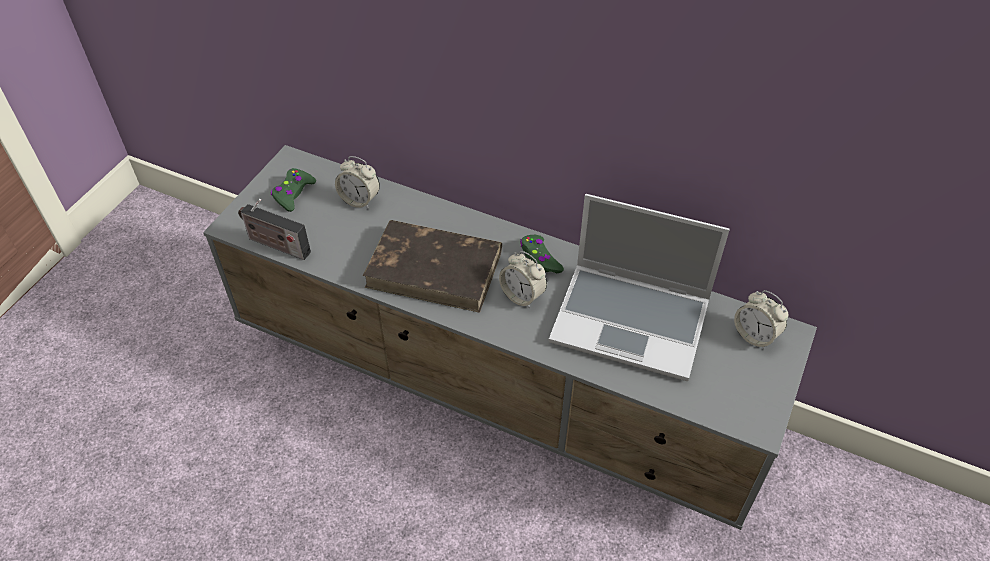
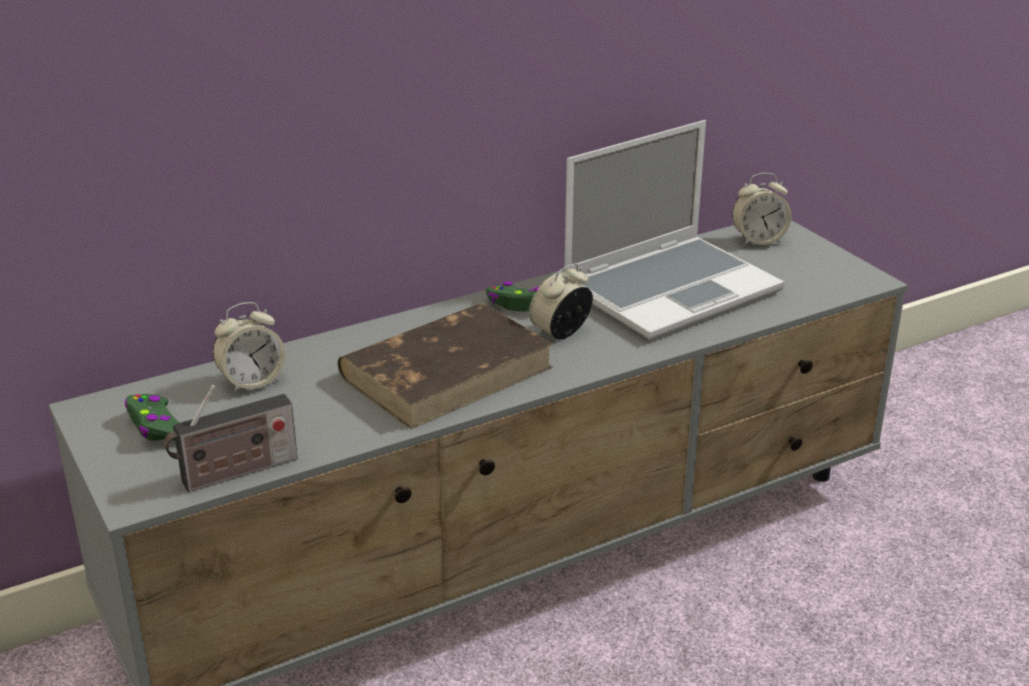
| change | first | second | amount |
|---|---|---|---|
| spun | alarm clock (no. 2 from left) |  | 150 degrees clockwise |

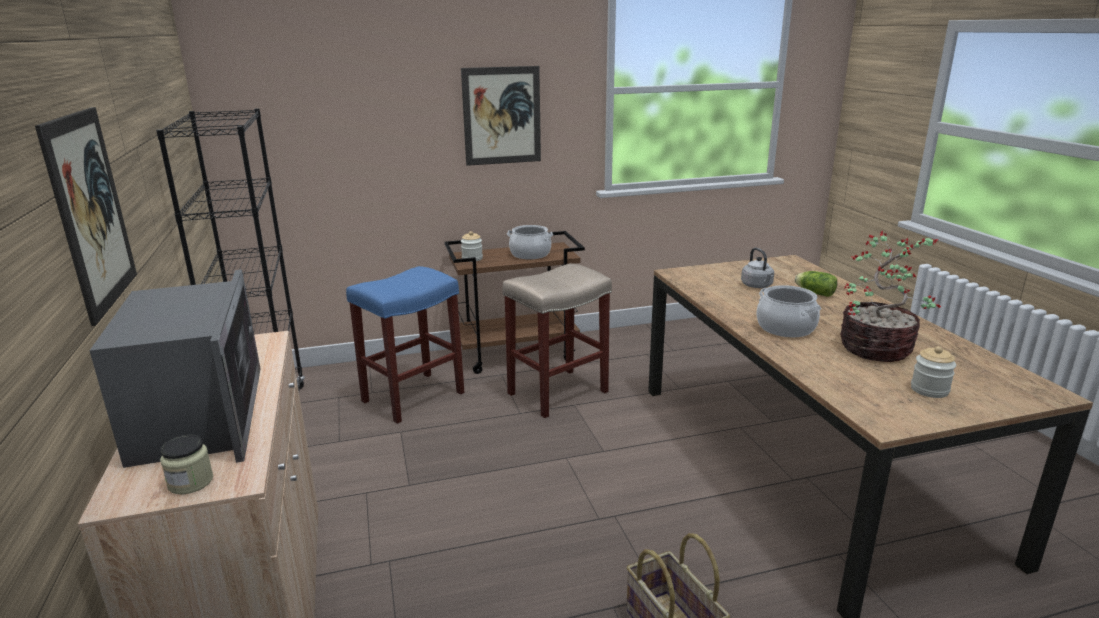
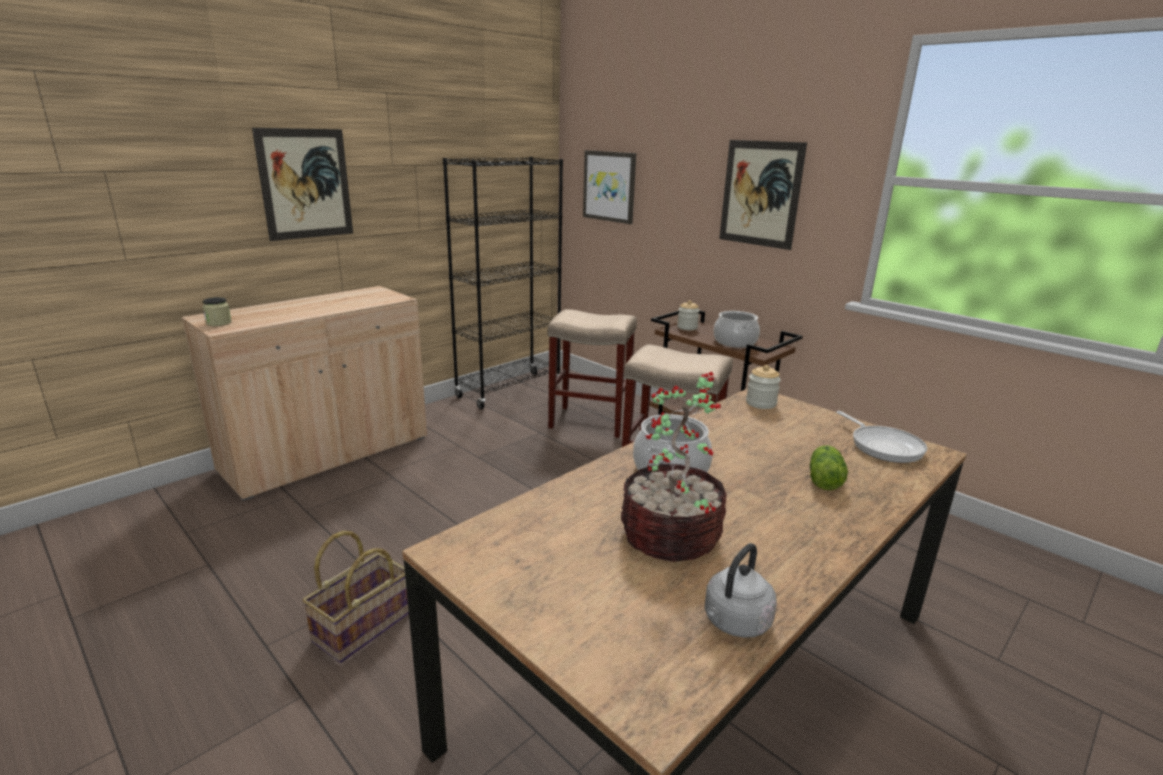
| change | first | second | amount |
|---|---|---|---|
| colour | stool (blue) | stool (beige) (no. 1 from left) |  |
| appeared |  | picture (no. 2 from left) |  |
| relocated | kettle (grey) |  |  |
| relocated | jar (no. 3 from left) |  |  |
| appeared |  | frying pan |  |
| missing | microwave |  |  |

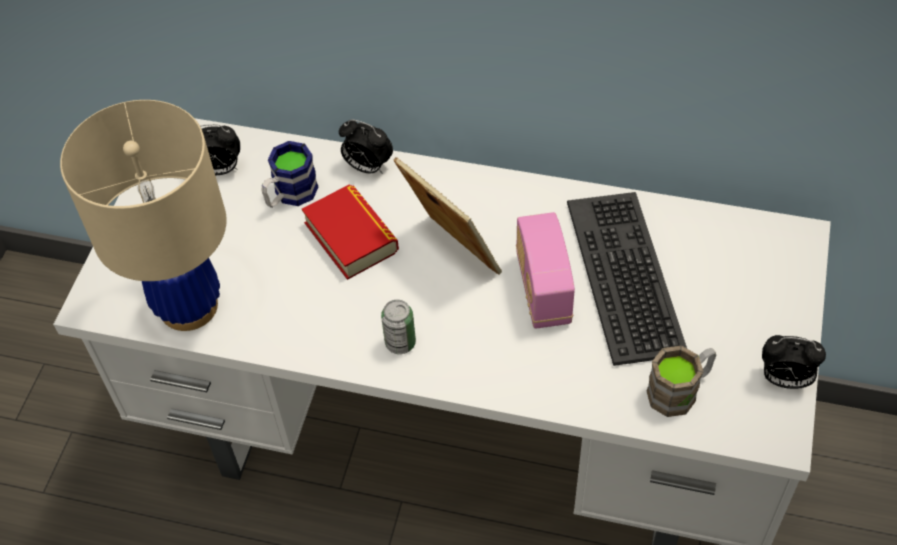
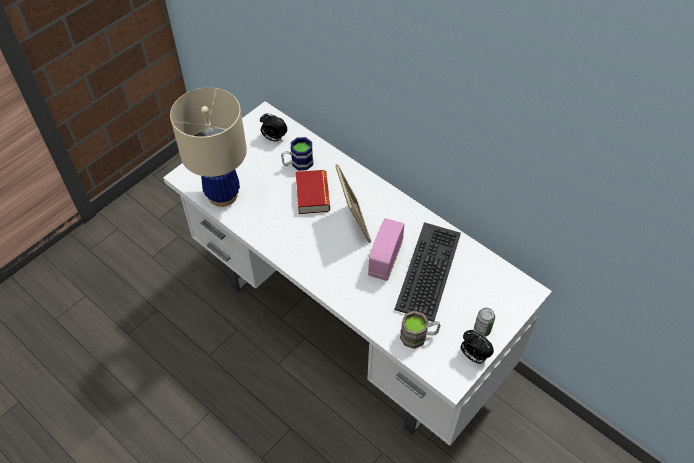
| change | first | second | amount |
|---|---|---|---|
| relocated | can |  |  |
| missing | alarm clock (no. 2 from left) |  |  |

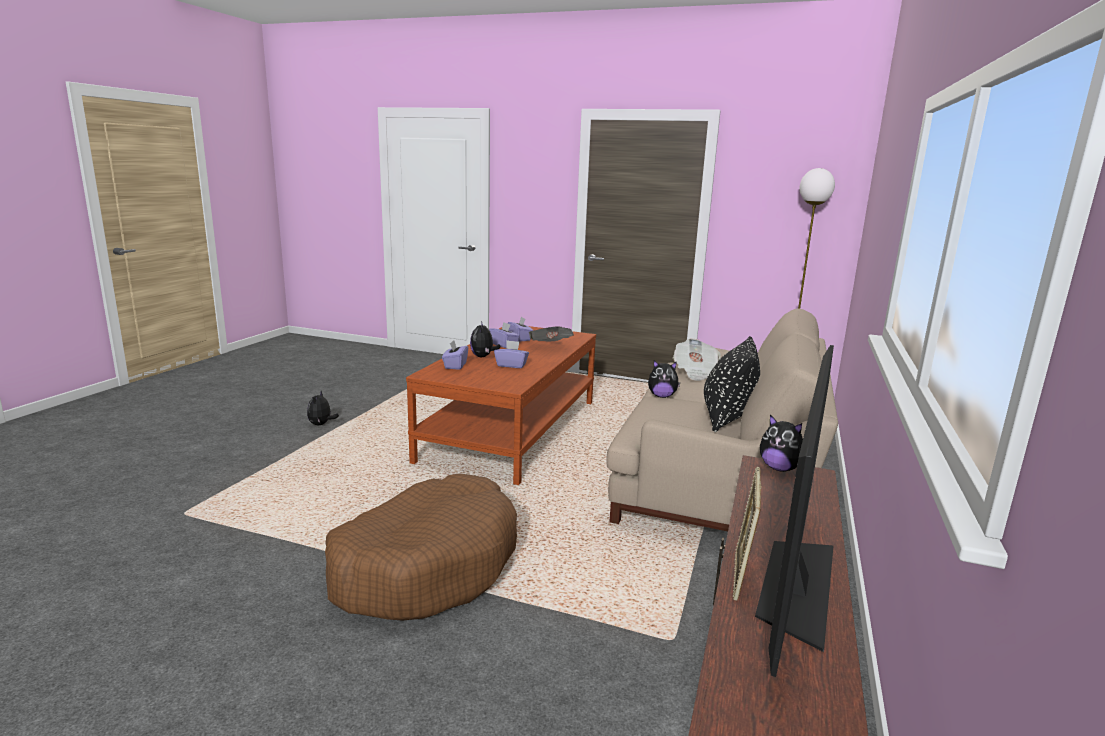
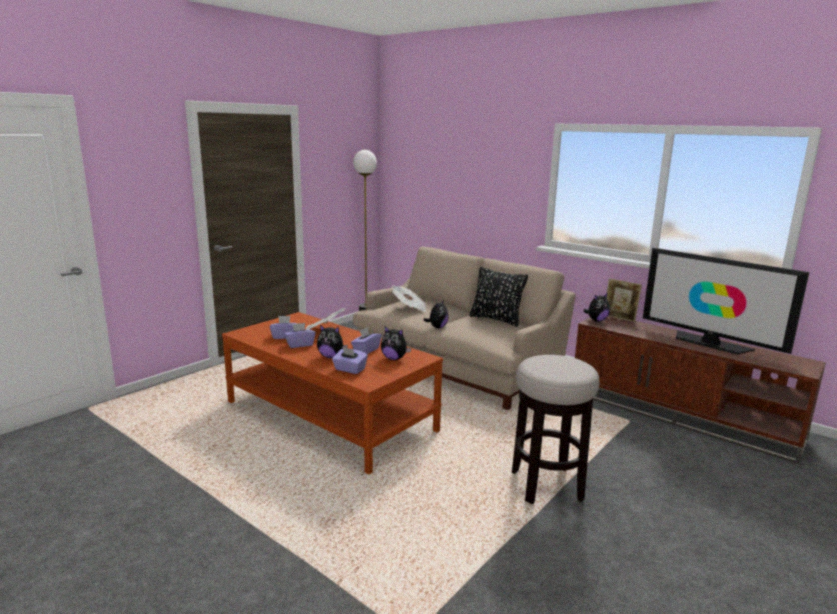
| change | first | second | amount |
|---|---|---|---|
| relocated | plush toy (no. 1 from left in the first image) | plush toy (no. 2 from left) |  |
| exchanged | dog bed (brown) | stool |  |
| relocated | picture frame |  |  |

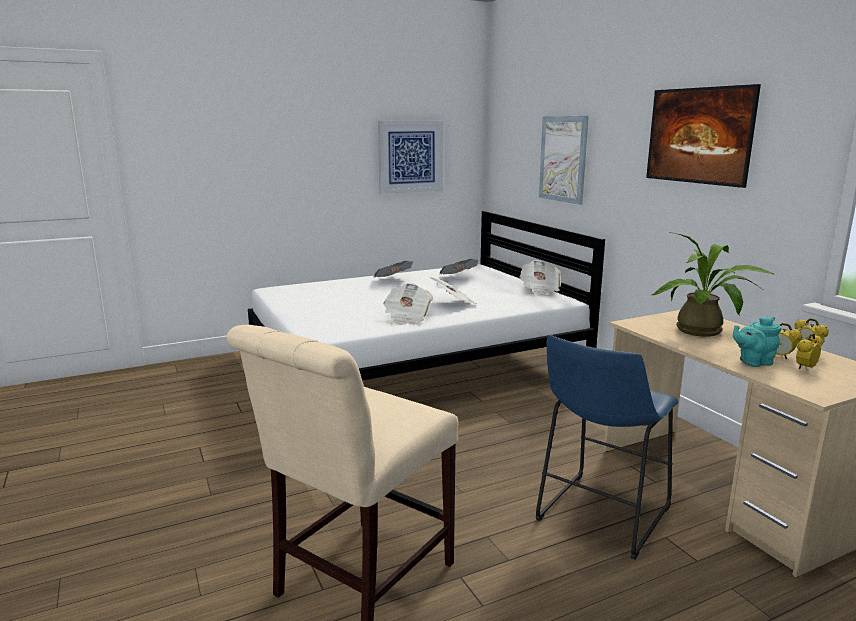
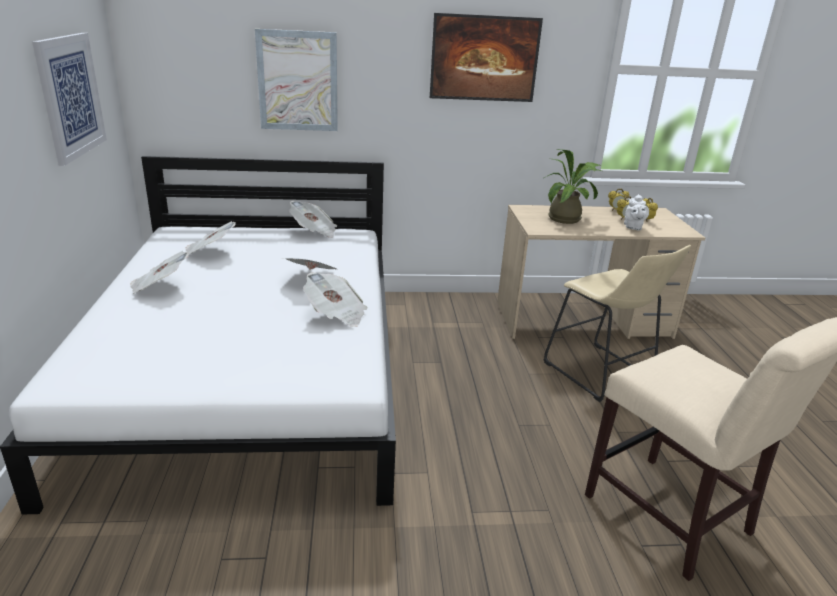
| change | first | second | amount |
|---|---|---|---|
| colour | stool (blue) | stool (beige) |  |
| colour | teapot (turquoise) | teapot (white) |  |

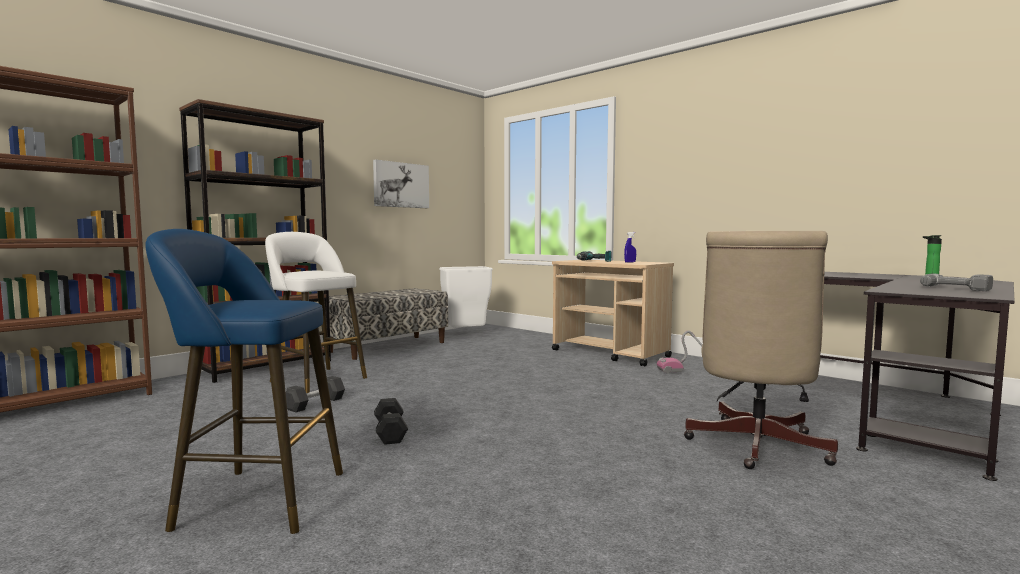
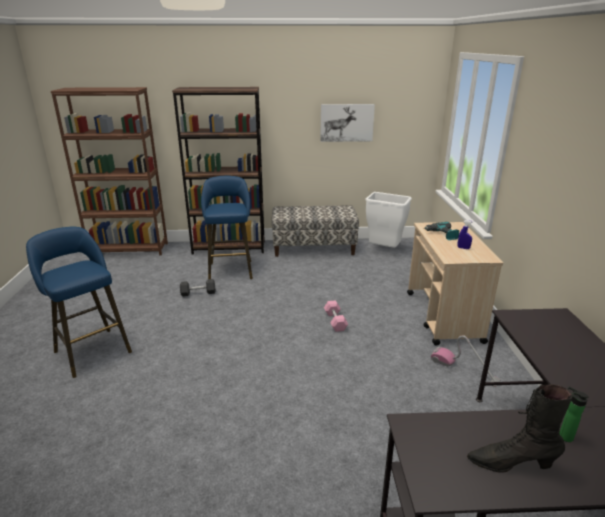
| change | first | second | amount |
|---|---|---|---|
| colour | stool (white) | stool (blue) (no. 2 from left) |  |
| appeared |  | dumbbell (pink) |  |
| exchanged | power drill (no. 2 from left) | boot (black) |  |
| missing | dumbbell (grey) (no. 2 from left) |  |  |
| missing | office chair (beige) |  |  |

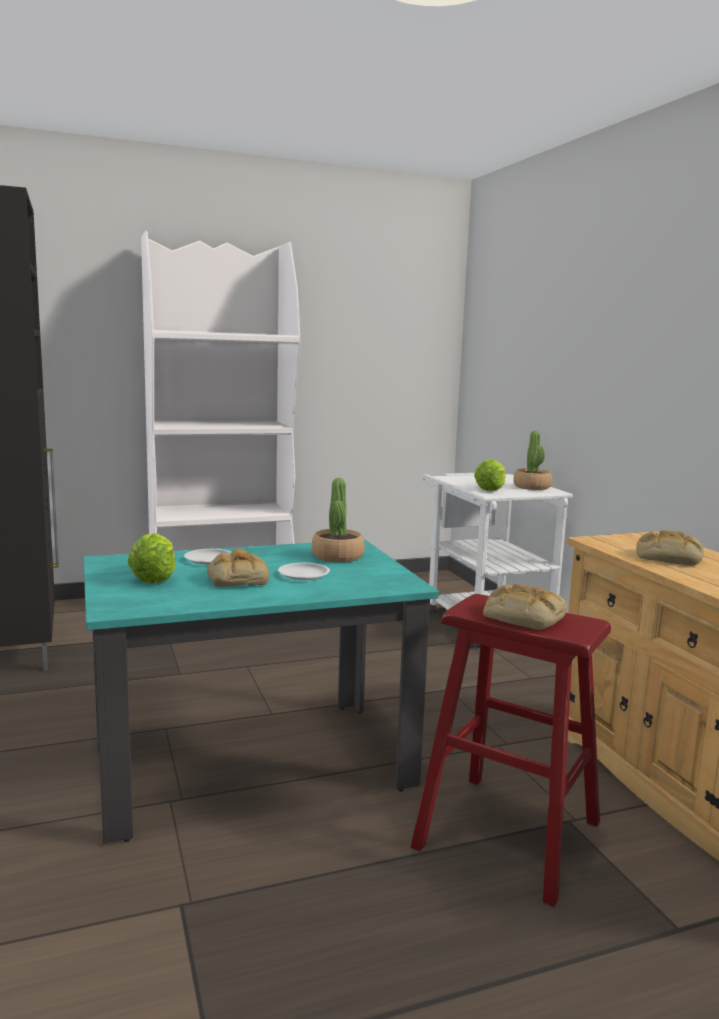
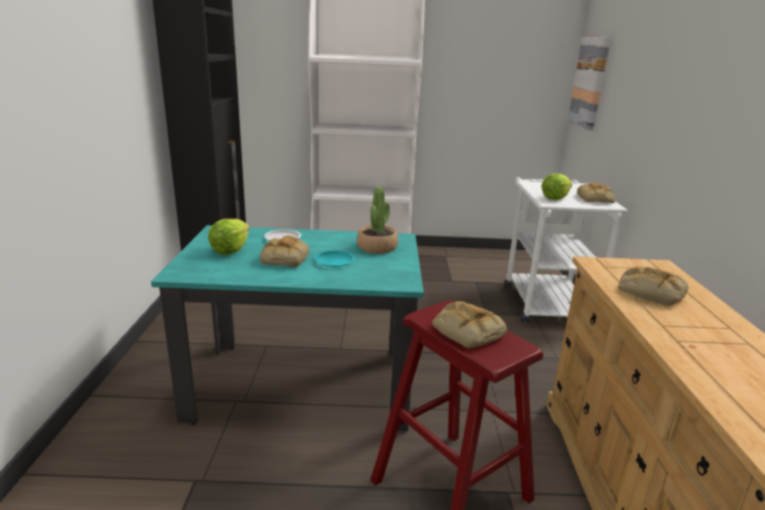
| change | first | second | amount |
|---|---|---|---|
| colour | plate (white) (no. 2 from left) | plate (turquoise) |  |
| appeared |  | picture |  |
| exchanged | potted plant (no. 2 from left) | bread (no. 3 from left) |  |

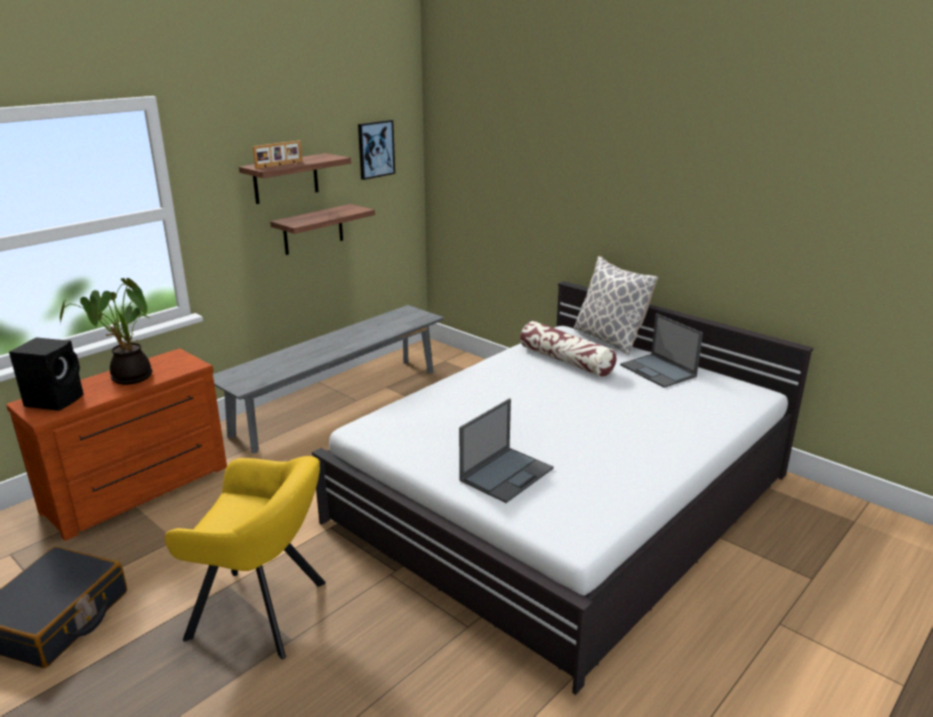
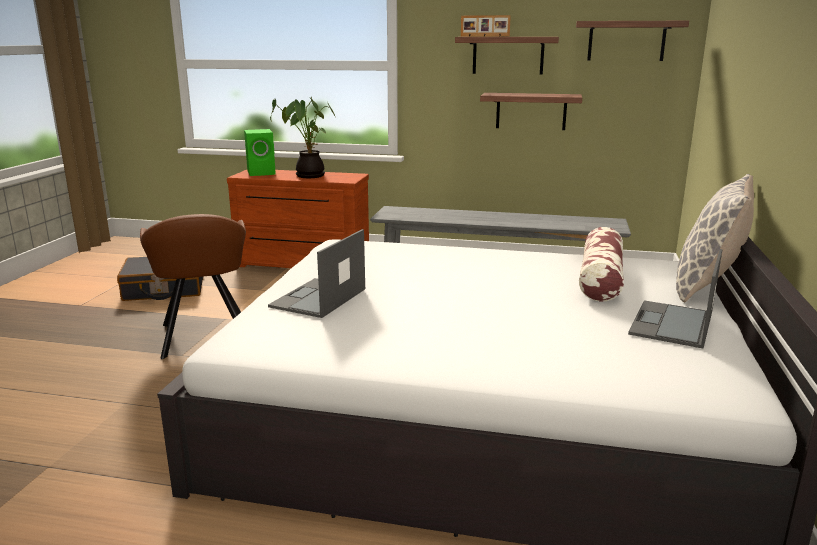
| change | first | second | amount |
|---|---|---|---|
| colour | armchair (yellow) | armchair (brown) |  |
| colour | speaker (black) | speaker (green) |  |
| spun | laptop (no. 1 from left) |  | 105 degrees clockwise |
| exchanged | picture | shelf (no. 3 from left) |  |

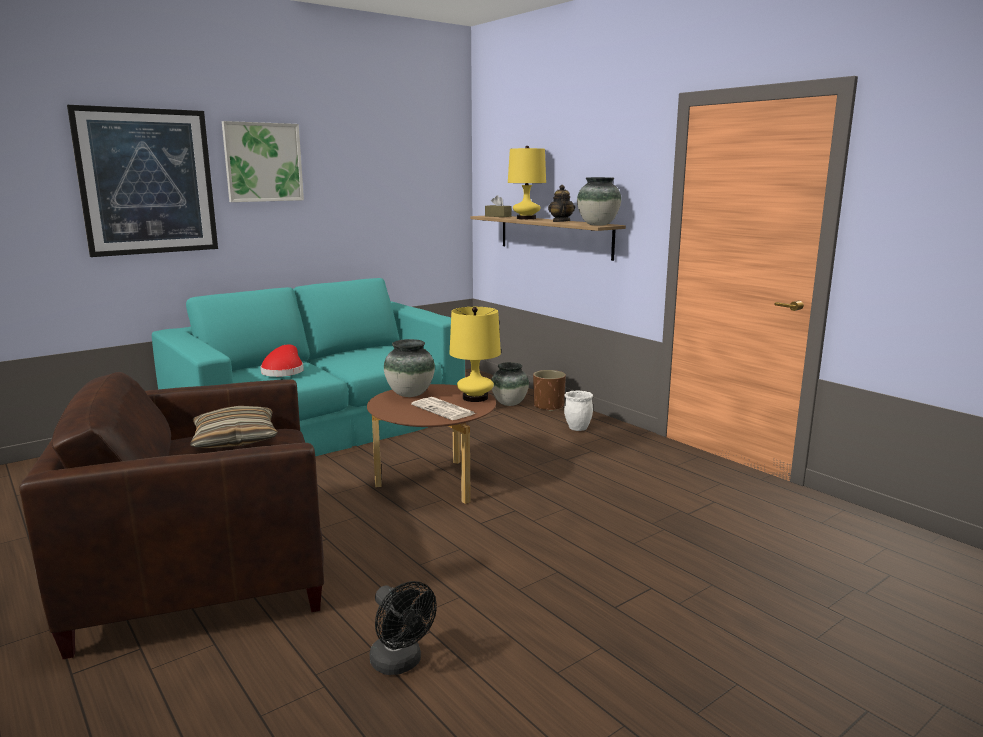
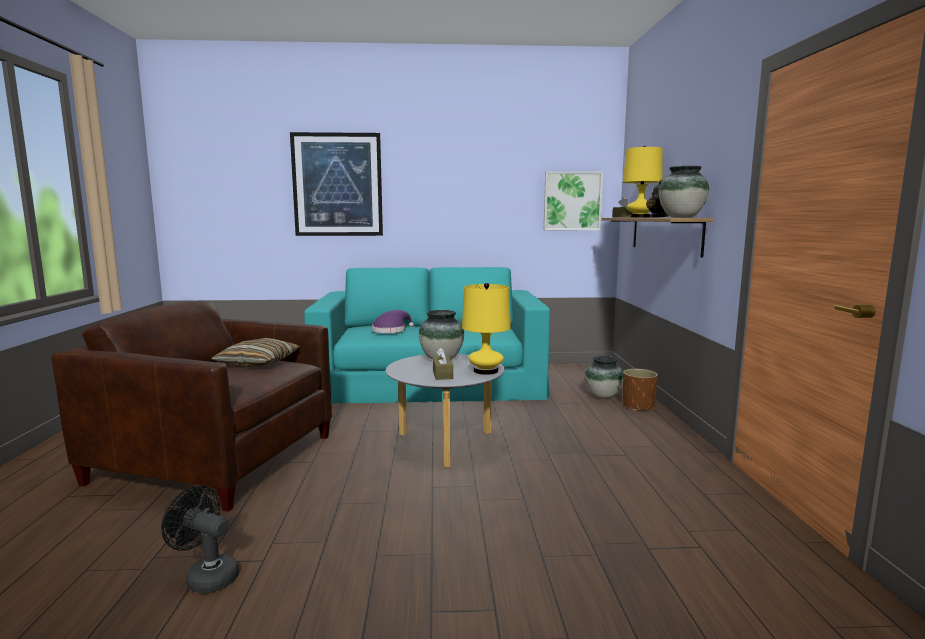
| change | first | second | amount |
|---|---|---|---|
| spun | fan (black) |  | 120 degrees clockwise |
| colour | hat (red) | hat (purple) |  |
| colour | coffee table (brown) | coffee table (grey) |  |
| exchanged | newspaper | tissue box (brown) (no. 1 from left) |  |
| relocated | picture (no. 2 from left) |  |  |
| missing | planter (white) |  |  |

